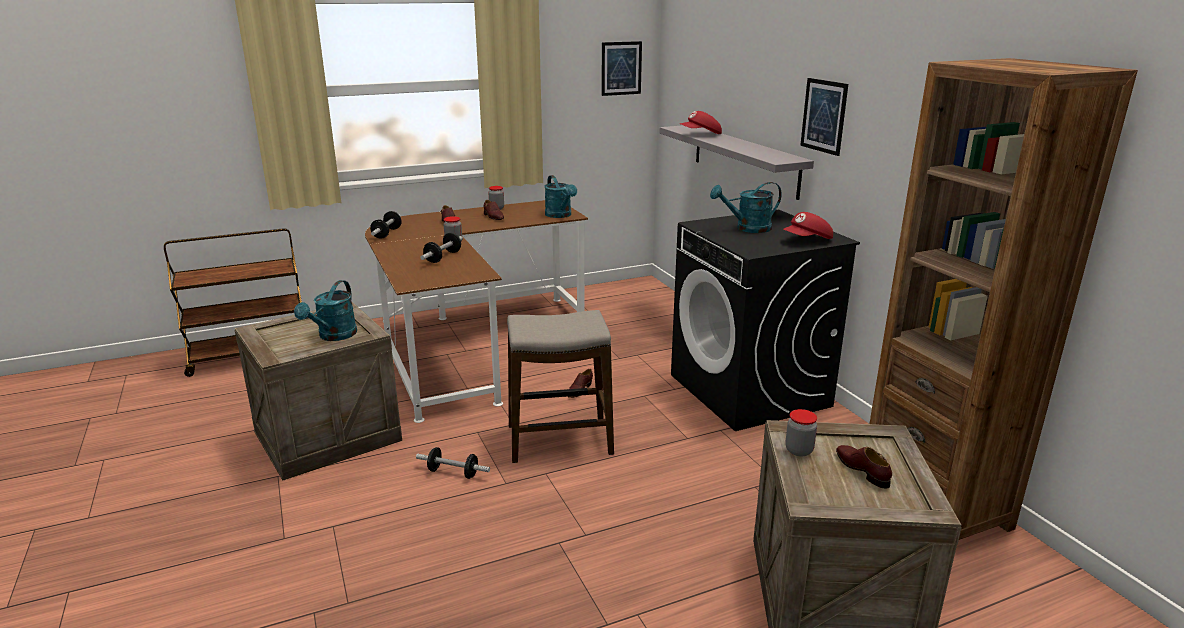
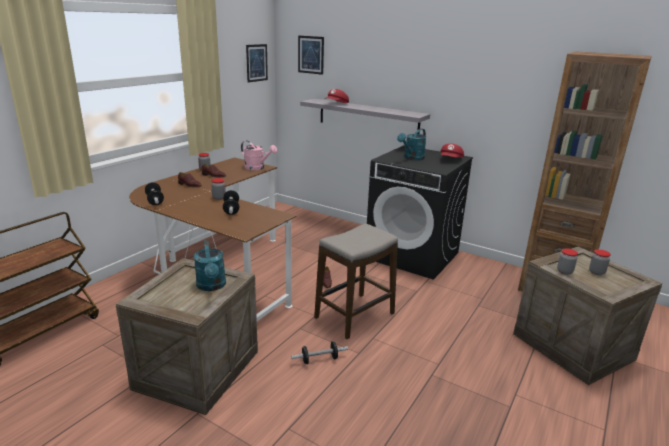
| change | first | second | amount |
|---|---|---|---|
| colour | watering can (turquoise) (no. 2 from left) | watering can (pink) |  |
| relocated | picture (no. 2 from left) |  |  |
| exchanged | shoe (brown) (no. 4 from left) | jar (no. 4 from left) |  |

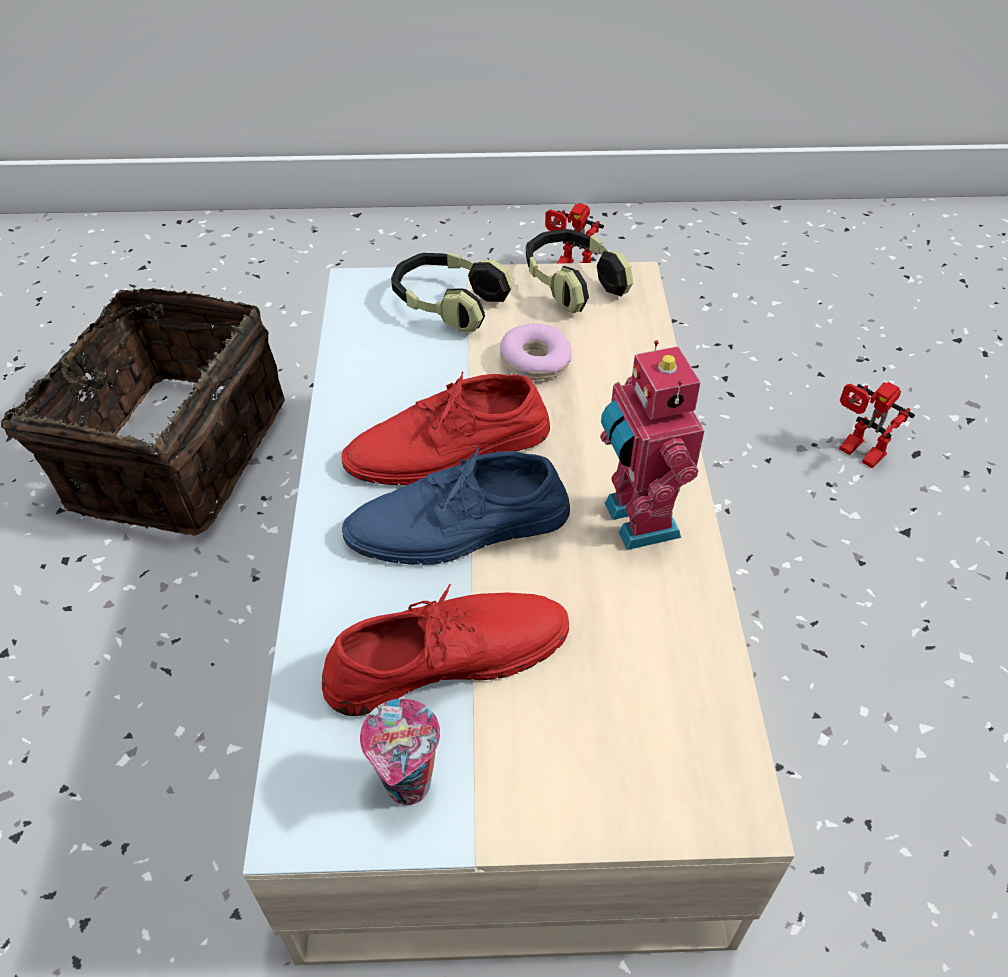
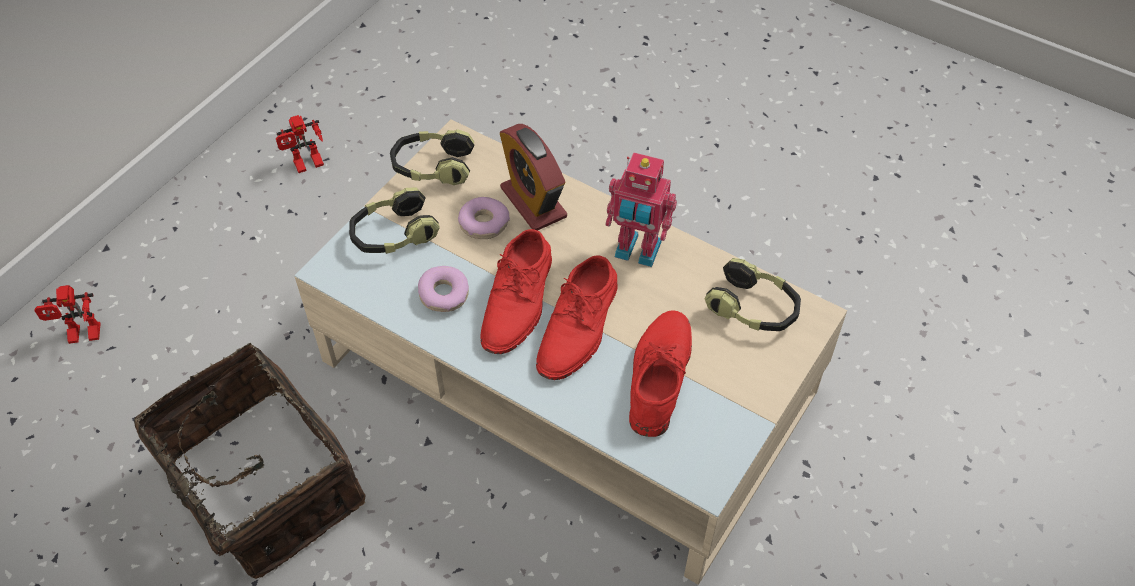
| change | first | second | amount |
|---|---|---|---|
| relocated | toy robot (no. 3 from left in the first image) | toy robot (no. 1 from left) |  |
| appeared |  | donut (no. 1 from left) |  |
| appeared |  | alarm clock |  |
| colour | shoe (blue) | shoe (red) (no. 2 from left) |  |
| appeared |  | headphones (no. 3 from left) |  |
| missing | cup |  |  |

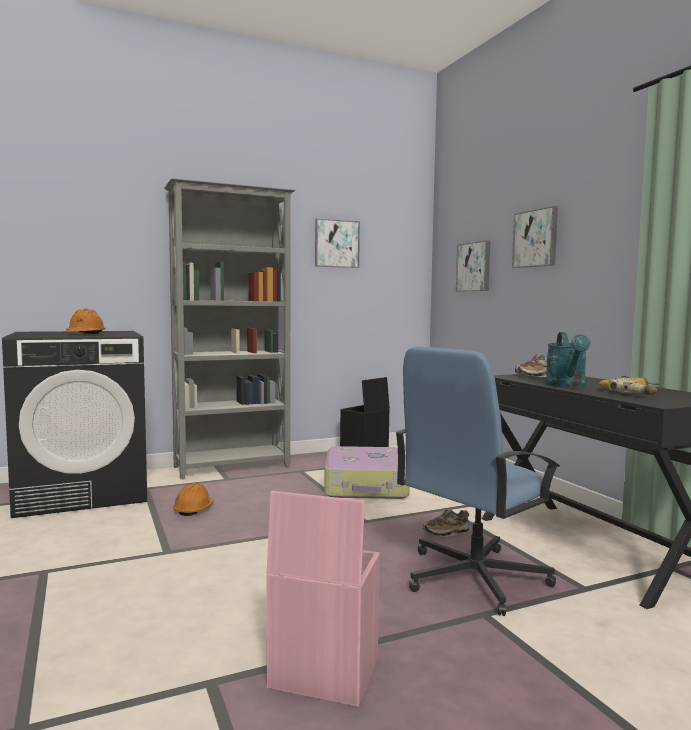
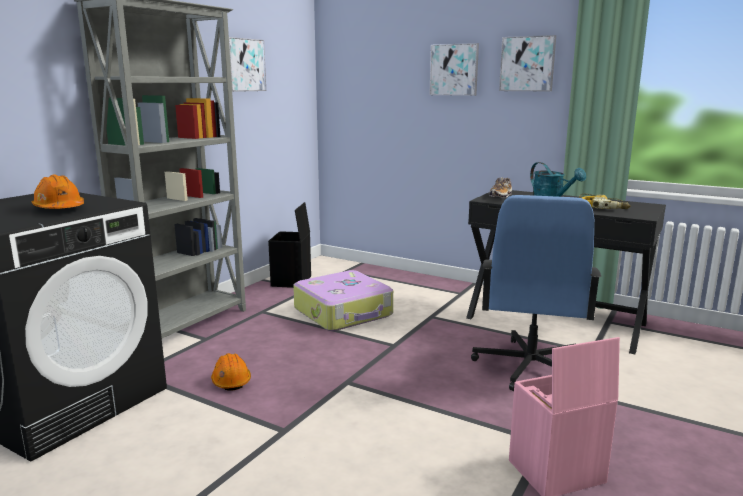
| change | first | second | amount |
|---|---|---|---|
| relocated | picture (no. 2 from left in the first image) | picture (no. 3 from left) |  |
| missing | shoe (no. 1 from left) |  |  |

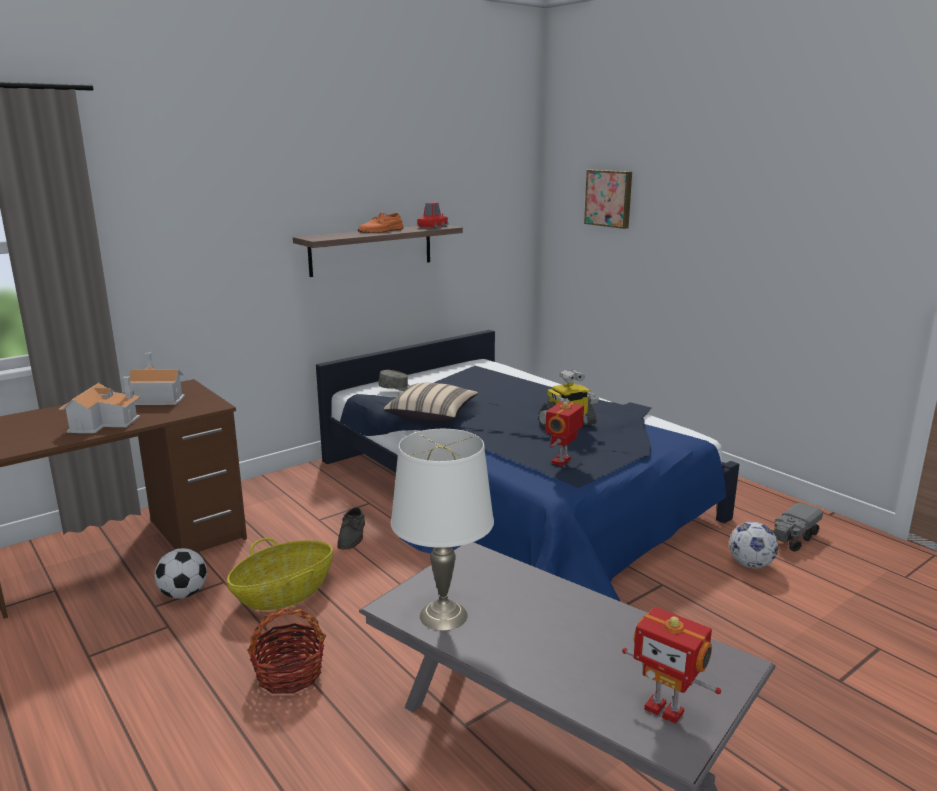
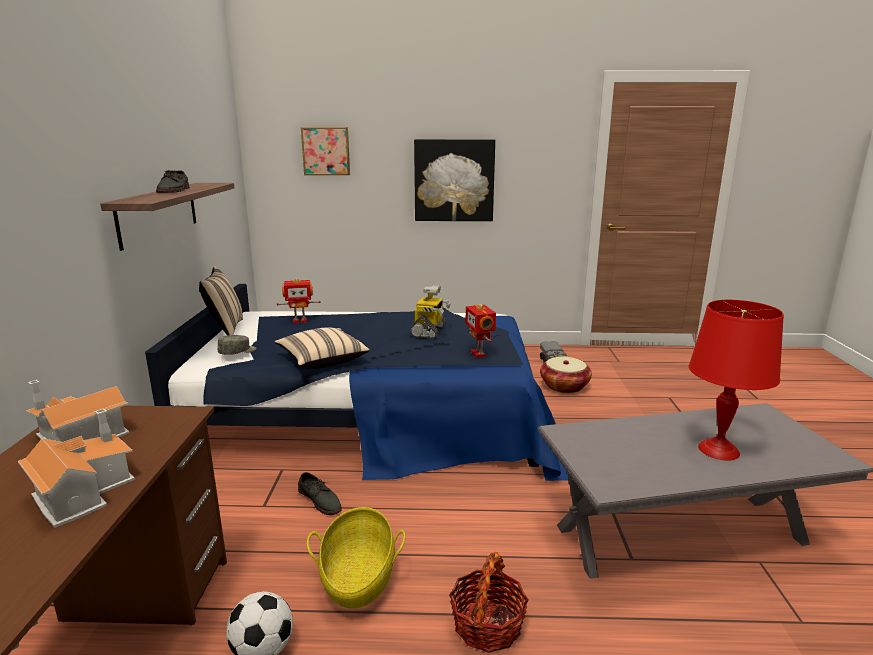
| change | first | second | amount |
|---|---|---|---|
| colour | shoe (orange) | shoe (grey) (no. 1 from left) |  |
| appeared |  | pillow (beige) (no. 1 from left) |  |
| relocated | toy robot (no. 3 from left in the first image) | toy robot (no. 1 from left) |  |
| appeared |  | picture (no. 2 from left) |  |
| exchanged | football (no. 2 from left) | basket (no. 3 from left) |  |
| appeared |  | table lamp (red) |  |
| missing | table lamp (white) |  |  |
| missing | toy car (red) |  |  |

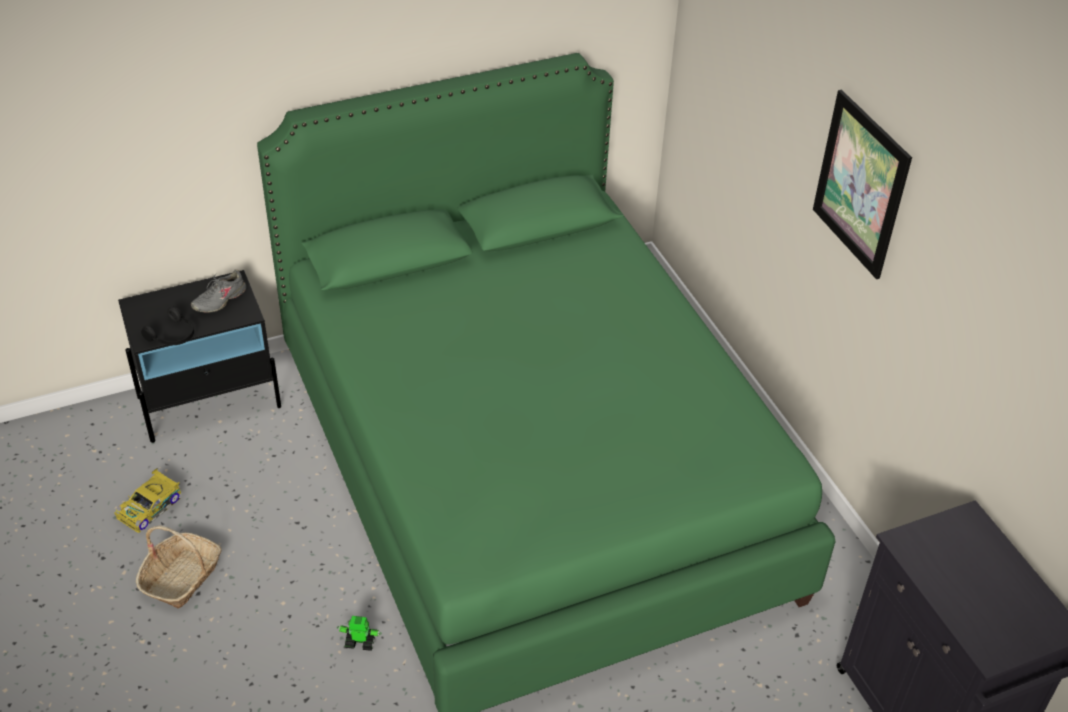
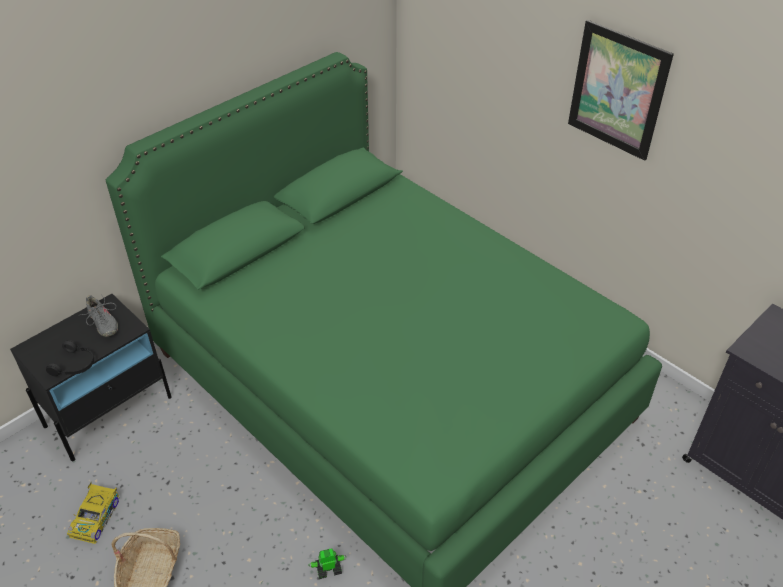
| change | first | second | amount |
|---|---|---|---|
| spun | shoe (grey) |  | 60 degrees counterclockwise |

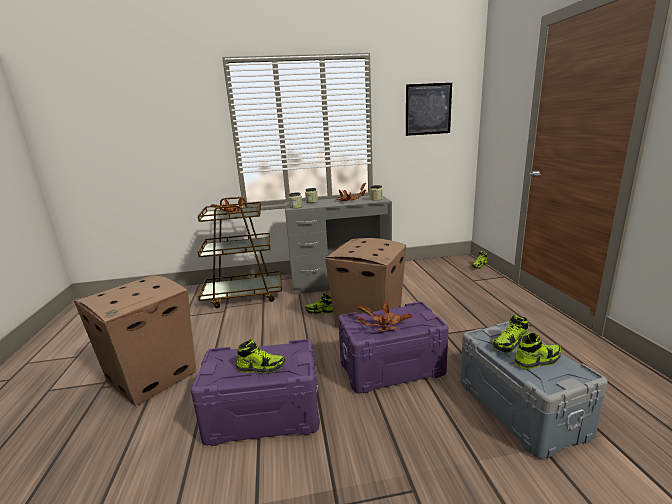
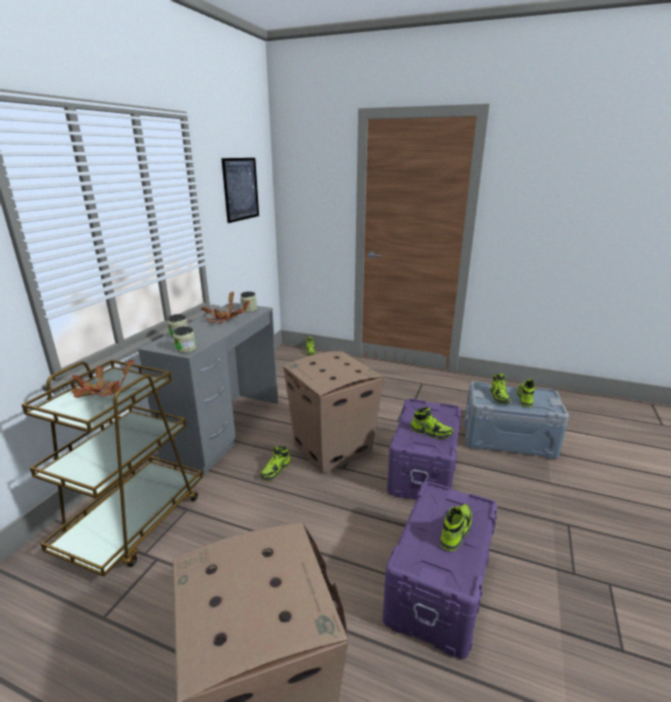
| change | first | second | amount |
|---|---|---|---|
| exchanged | potted plant (no. 3 from left) | shoe (no. 3 from left) |  |

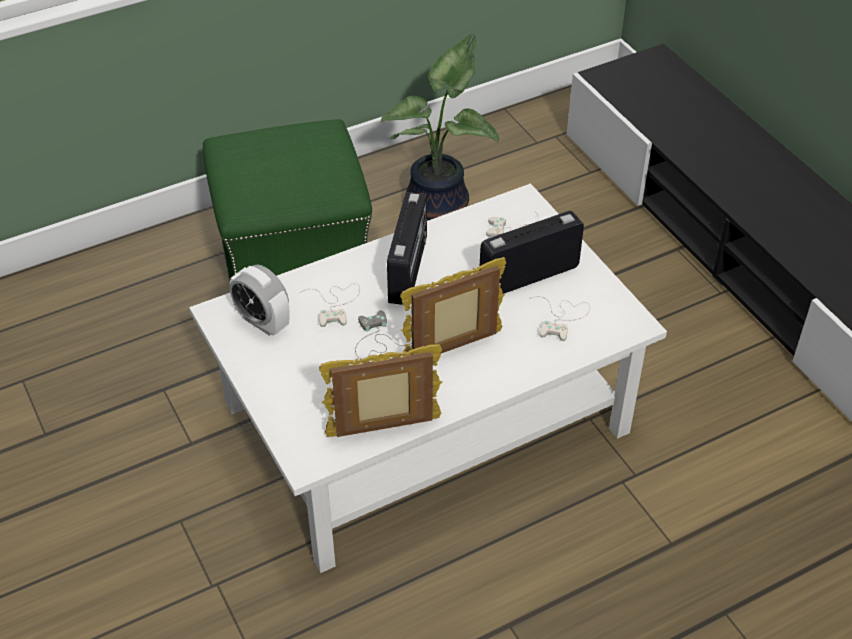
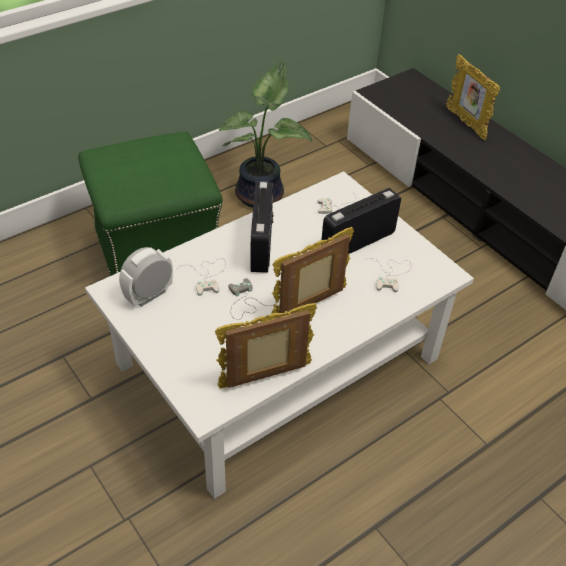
| change | first | second | amount |
|---|---|---|---|
| spun | alarm clock |  | 105 degrees clockwise |
| appeared |  | picture frame (no. 3 from left) |  |

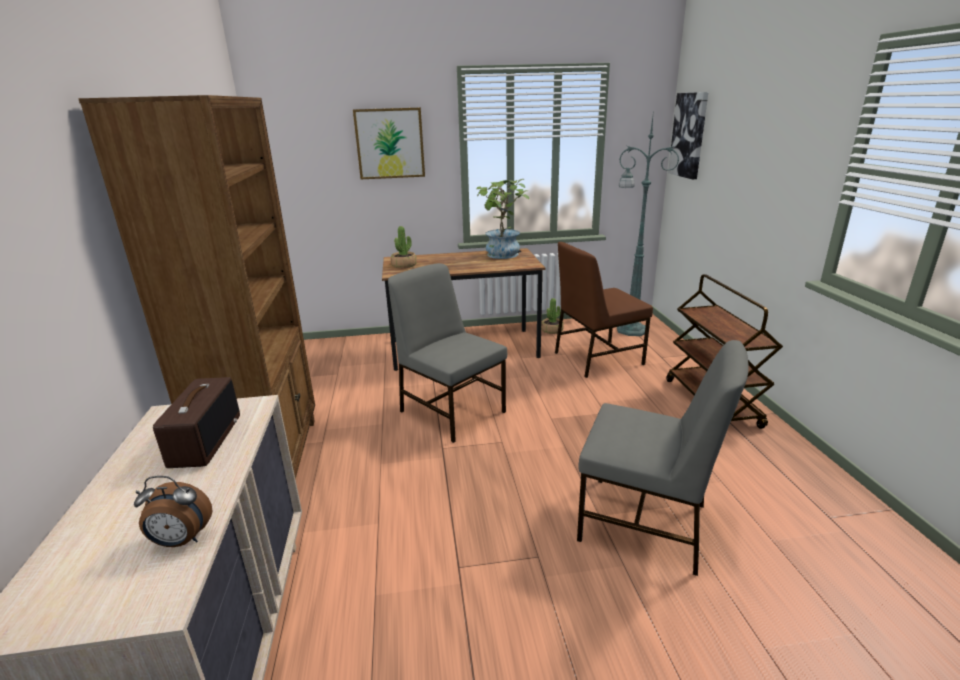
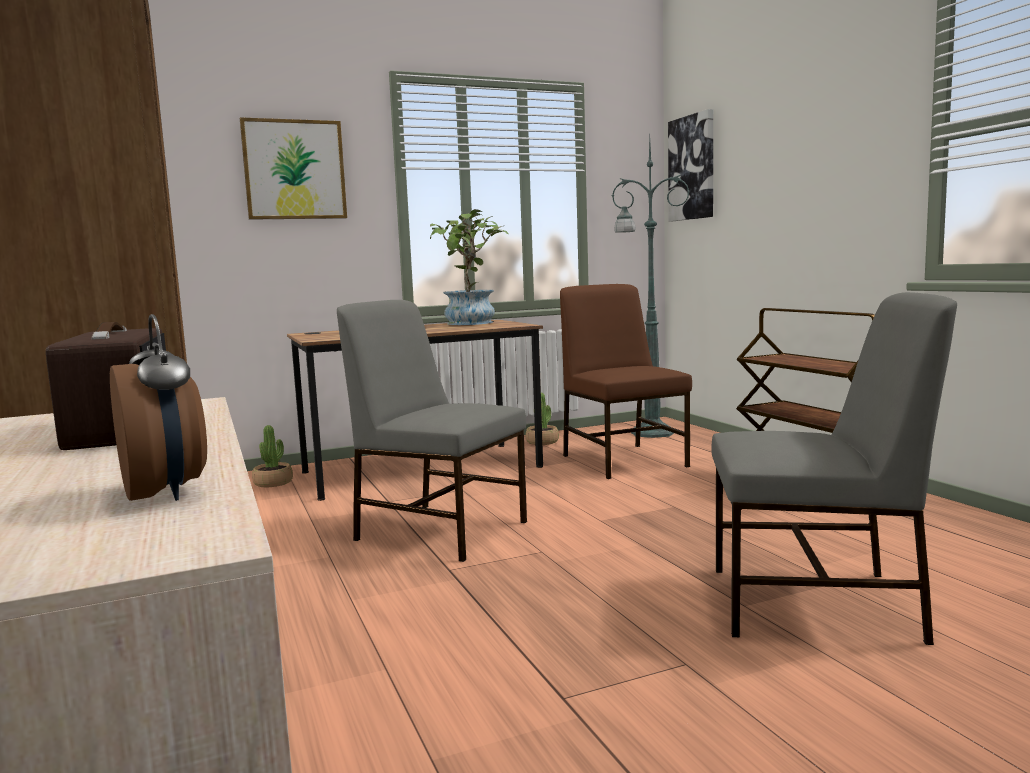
| change | first | second | amount |
|---|---|---|---|
| spun | alarm clock |  | 105 degrees counterclockwise |
| relocated | potted plant (no. 1 from left) |  |  |
| spun | chair (brown) |  | 105 degrees clockwise |

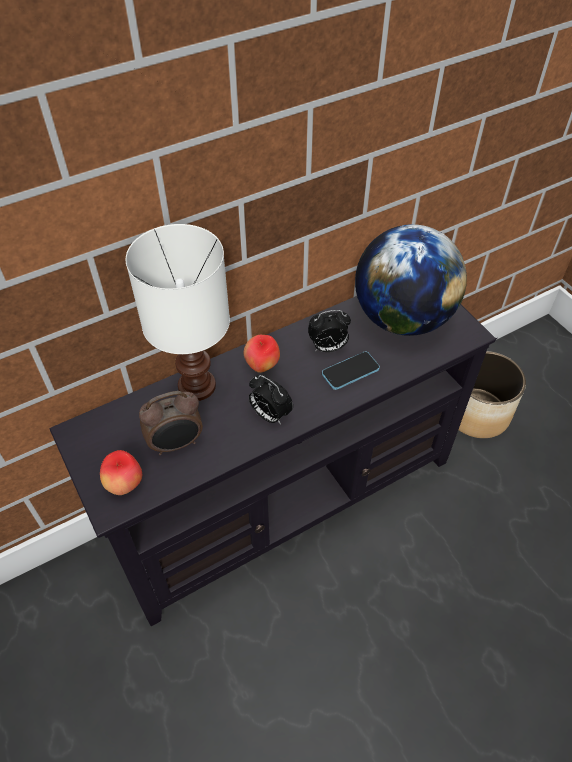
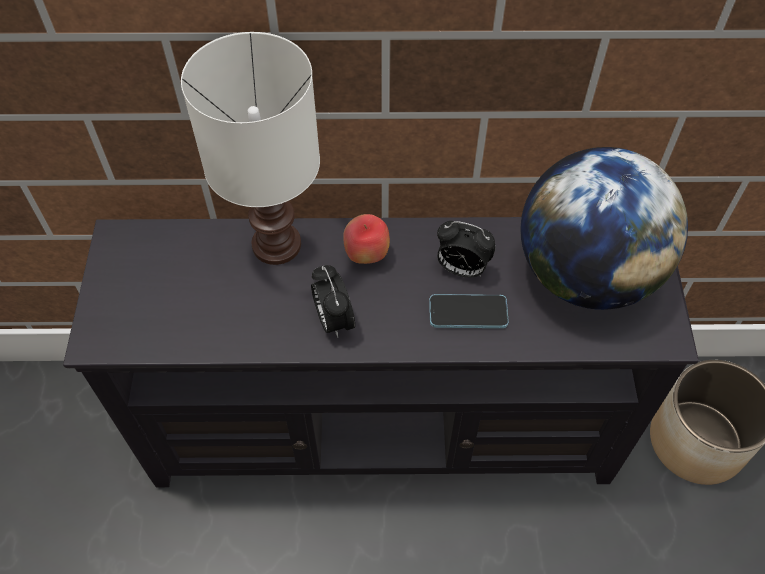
| change | first | second | amount |
|---|---|---|---|
| missing | apple (no. 1 from left) |  |  |
| missing | alarm clock (no. 1 from left) |  |  |

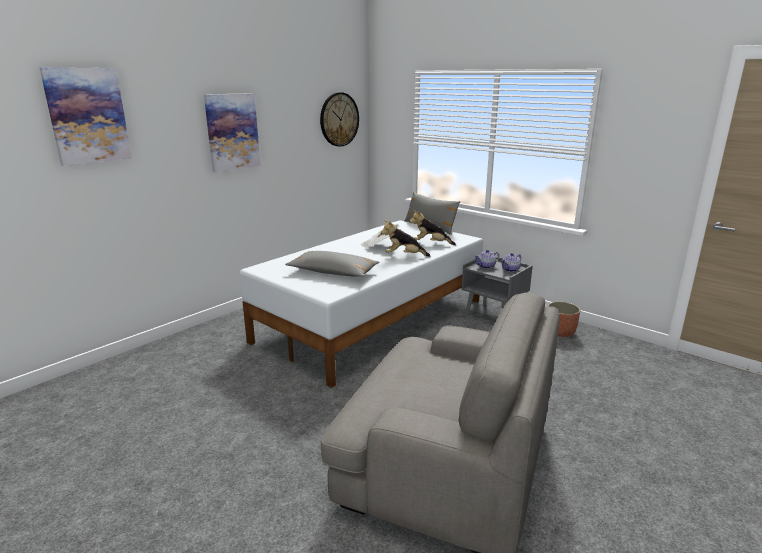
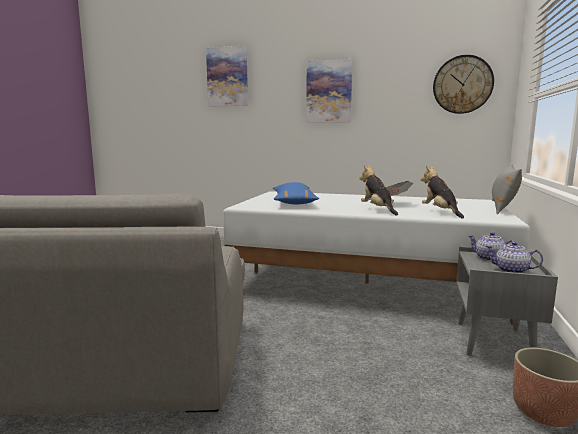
| change | first | second | amount |
|---|---|---|---|
| colour | pillow (grey) (no. 1 from left) | pillow (blue) |  |

